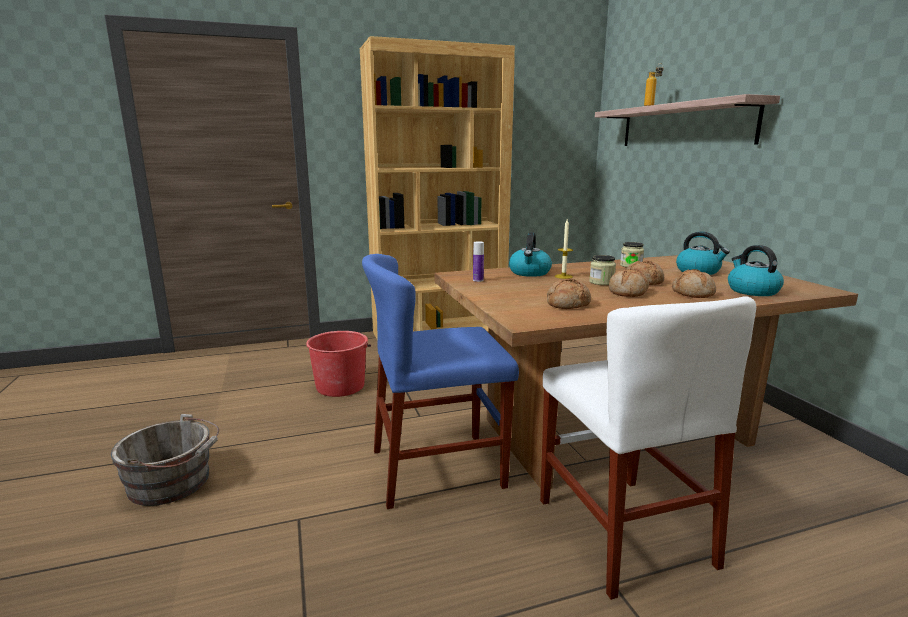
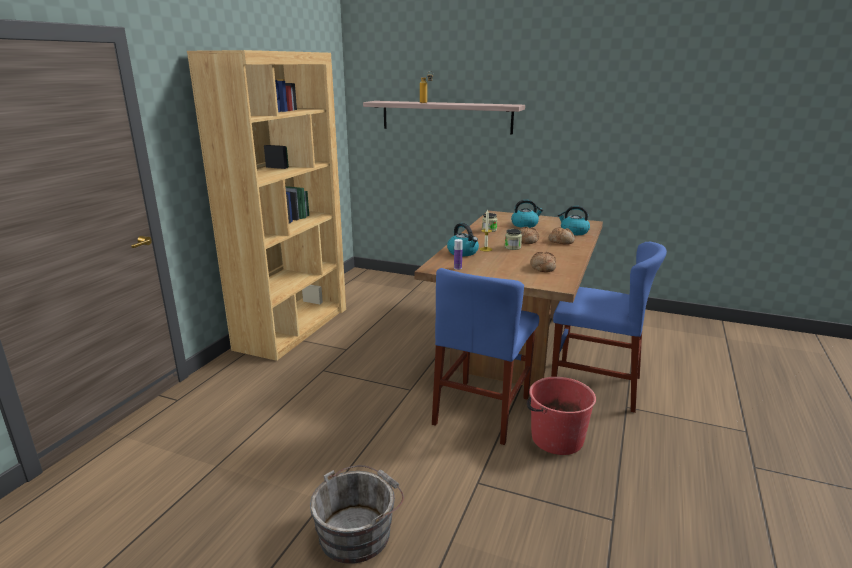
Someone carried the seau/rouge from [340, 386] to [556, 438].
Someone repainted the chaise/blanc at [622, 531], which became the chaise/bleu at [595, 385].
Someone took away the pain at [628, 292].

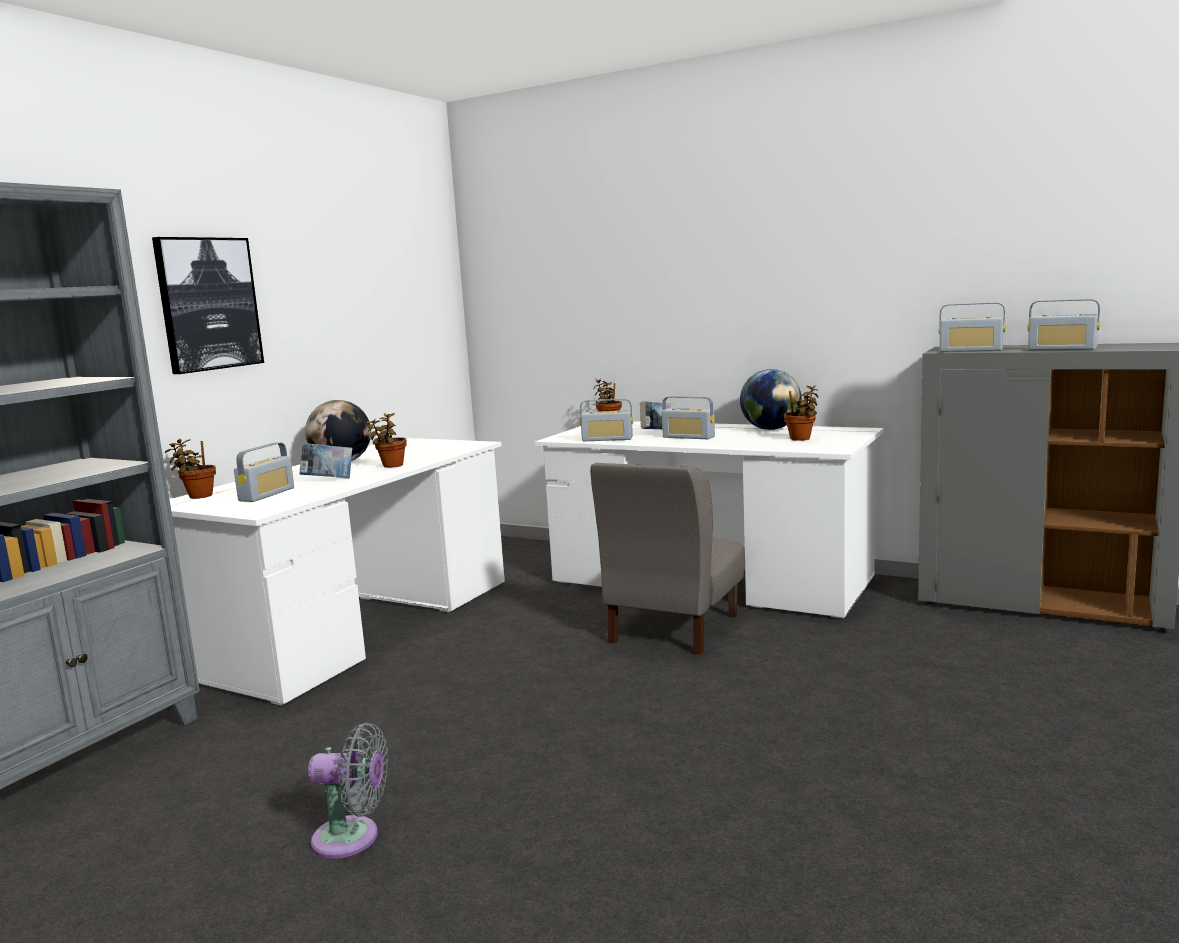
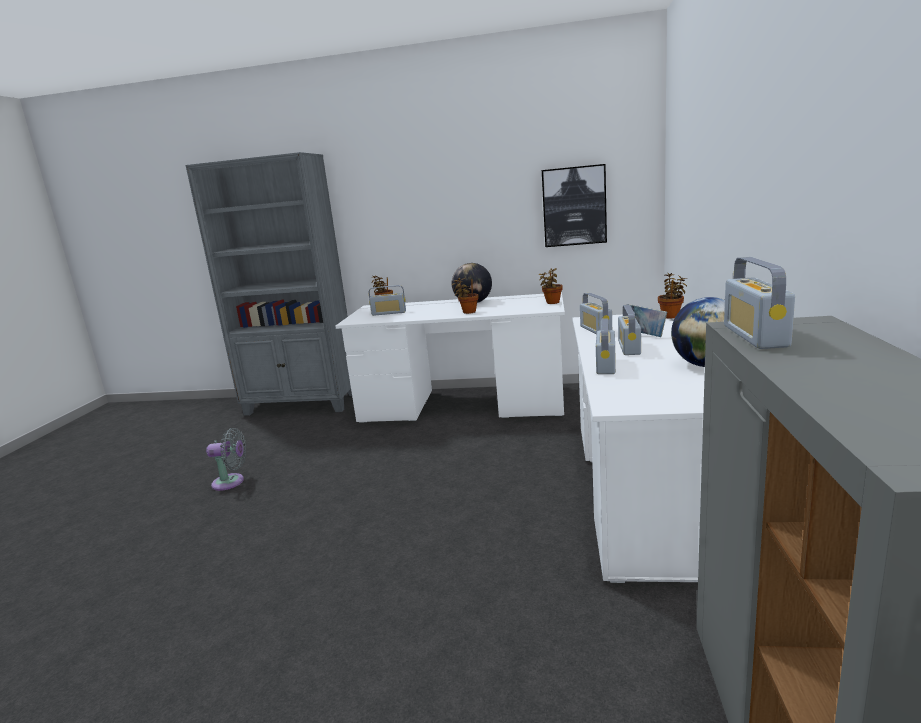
Someone carried the tableau from [208, 304] to [574, 206].
Someone took away the livre at [328, 480].
Someone rotated the ventilateur/gris at [352, 838] by 75 degrees counterclockwise.
Someone took away the chaise/gris at [672, 628].
Someone carried the plante en pot from [801, 439] to [552, 303].
Someone carried the radio from [1062, 349] to [606, 366].

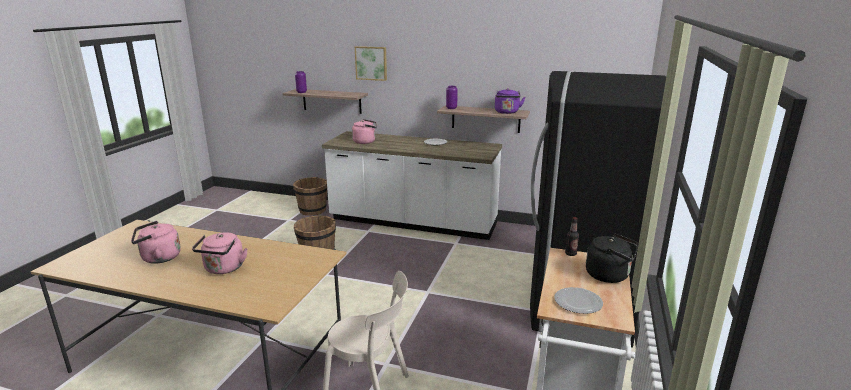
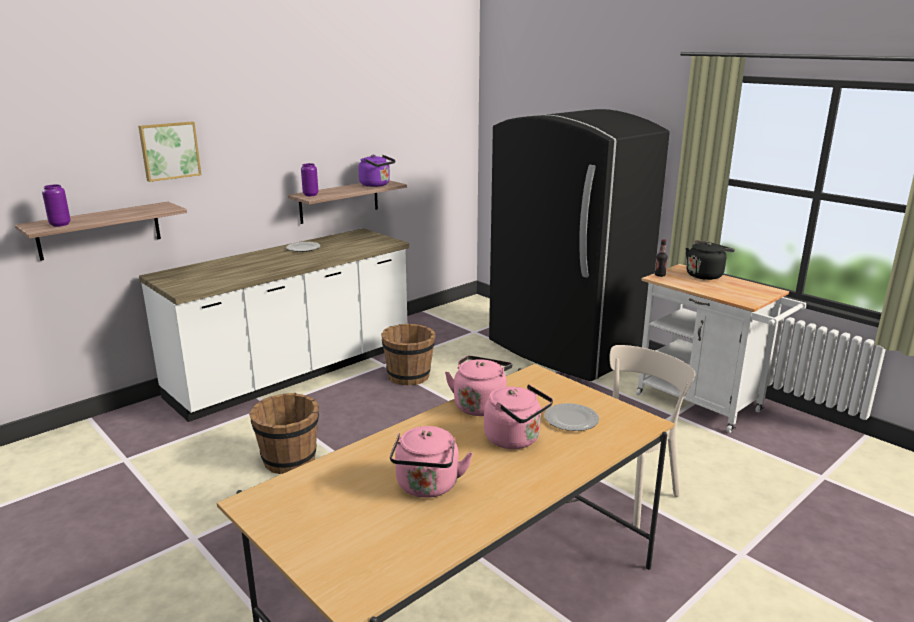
Someone carried the seau/marron from [312, 210] to [409, 376].
Someone carried the bouilloire/rose from [365, 142] to [480, 405].
Someone carried the assiette from [577, 302] to [571, 420].

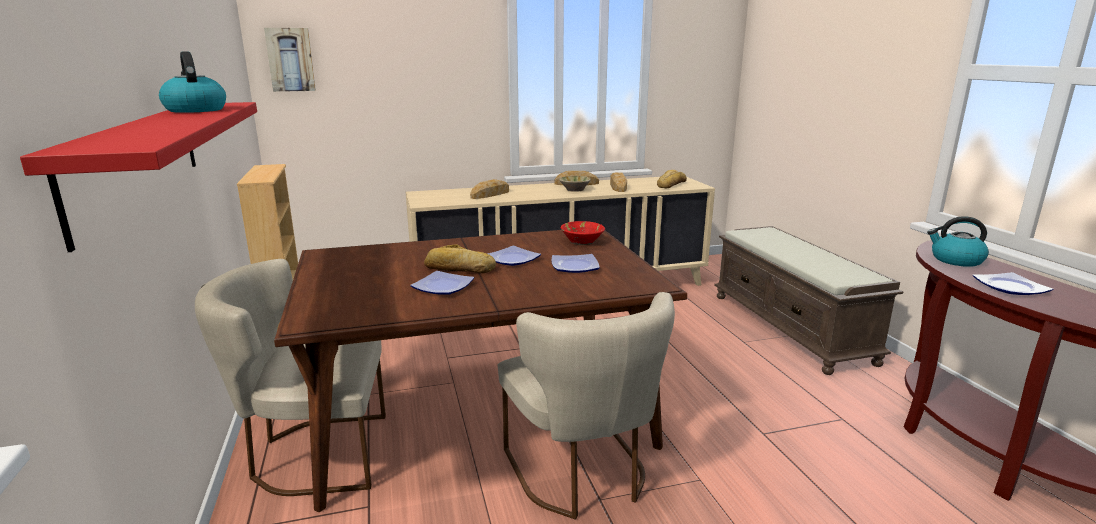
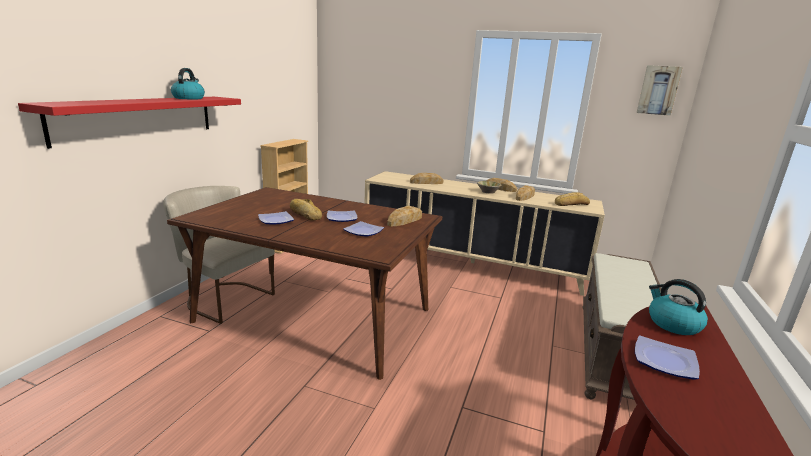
Someone carried the tableau from [290, 59] to [658, 90].
Someone took away the chaise/beige at [583, 475].
Someone swapped the bol/rouge at [582, 242] for the pain at [404, 220].

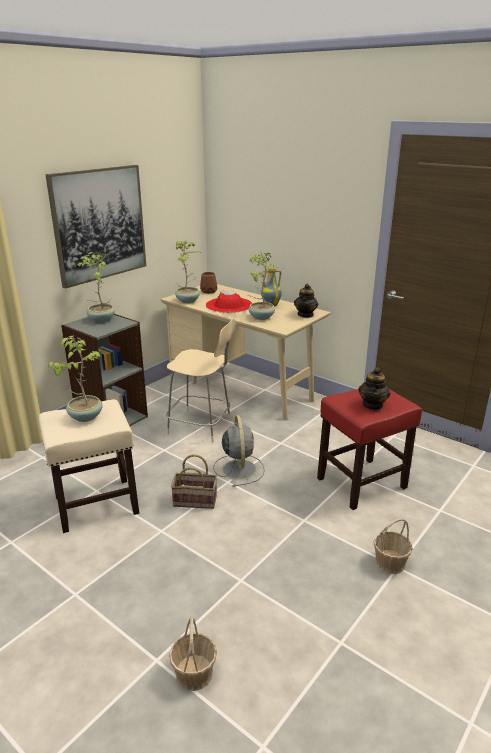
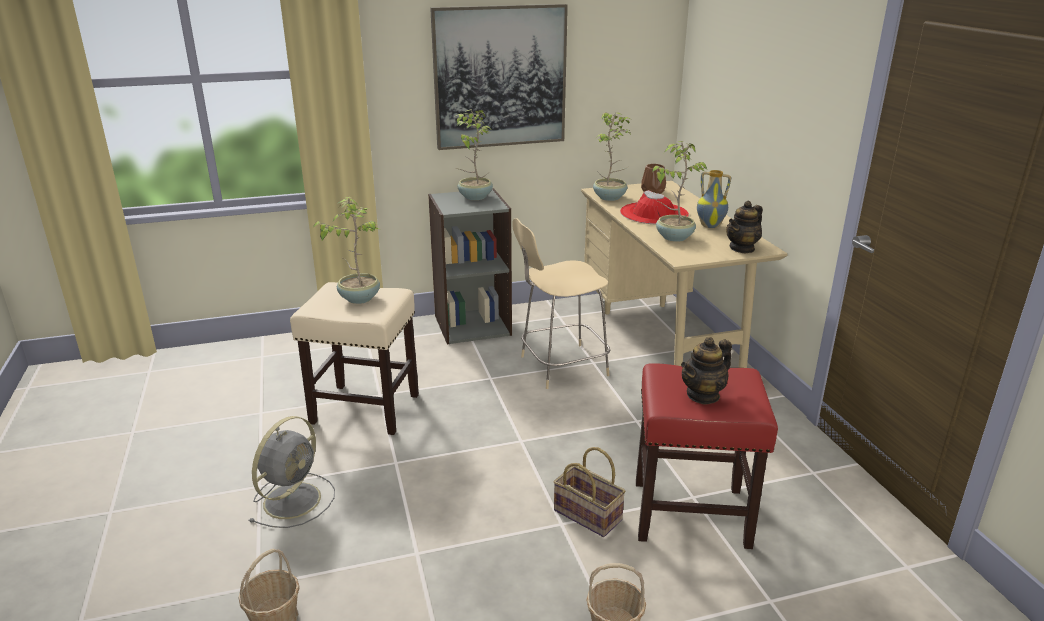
Someone rotated the chaise/beige at [201, 426] by 105 degrees clockwise.
Someone carried the panier from [196, 500] to [589, 515].
Someone carried the ventilateur/gris from [239, 468] to [294, 499].

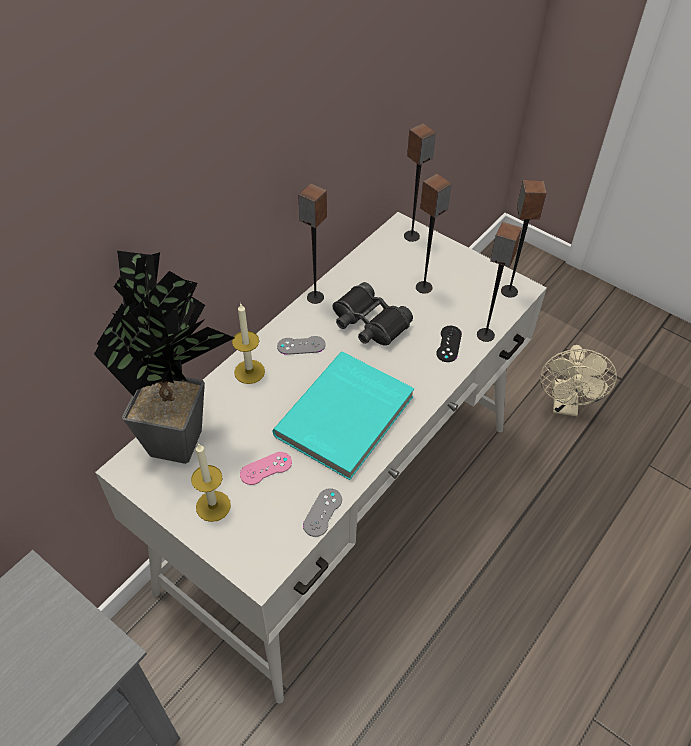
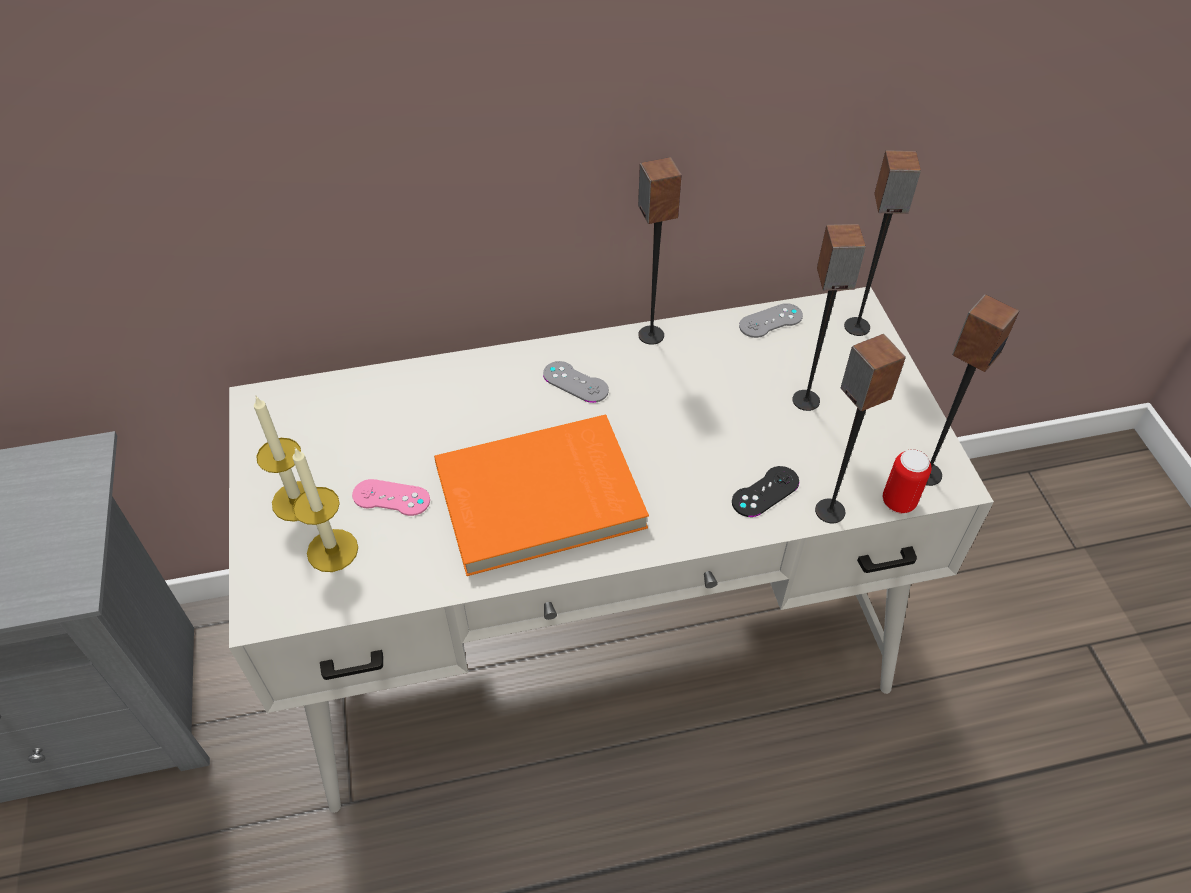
Someone took away the plante en pot at [183, 435].
Someone carried the bougie from [249, 371] to [332, 550].
Someone repainted the livre/turquoise at [347, 417], which became the livre/orange at [541, 500].
Someone carried the manette/gris from [322, 512] to [770, 321].
Someone took away the jumelles/noir at [369, 323].
Someone took away the ventilateur/beige at [565, 405].
Someone put down the boîte métallique at [898, 502].

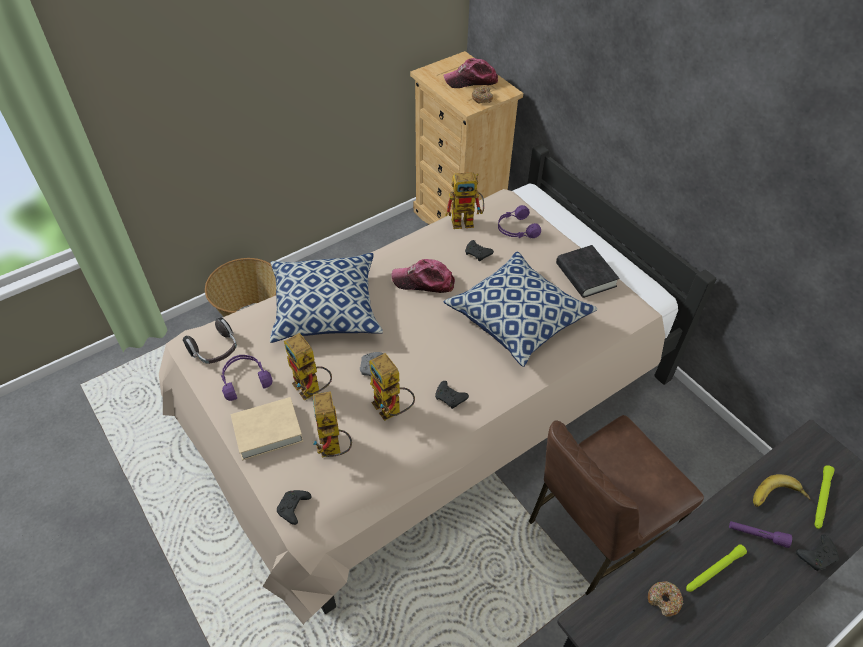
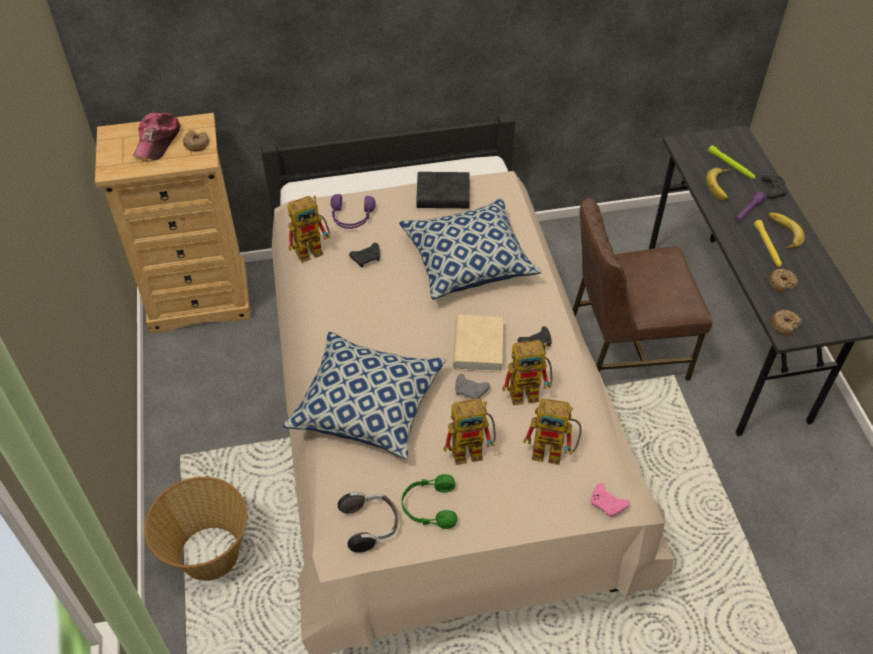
Someone repainted the casque audio/violet at [244, 380], which became the casque audio/vert at [429, 507].
Someone carried the livre/beige from [267, 431] to [478, 347].
Someone repainted the manette/noir at [293, 509], which became the manette/rose at [608, 504].
Someone took away the casquette at [423, 281].
Someone rotated the robot jouet at [467, 221] by 45 degrees clockwise.
Someone rotated the chaise/marron at [596, 530] by 90 degrees clockwise.
Someone repainted the lampe de poche/vert at [713, 571], which became the lampe de poche/jaune at [767, 247].
Someone put down the banane at [781, 233].
Someone put down the beignet at [784, 325].

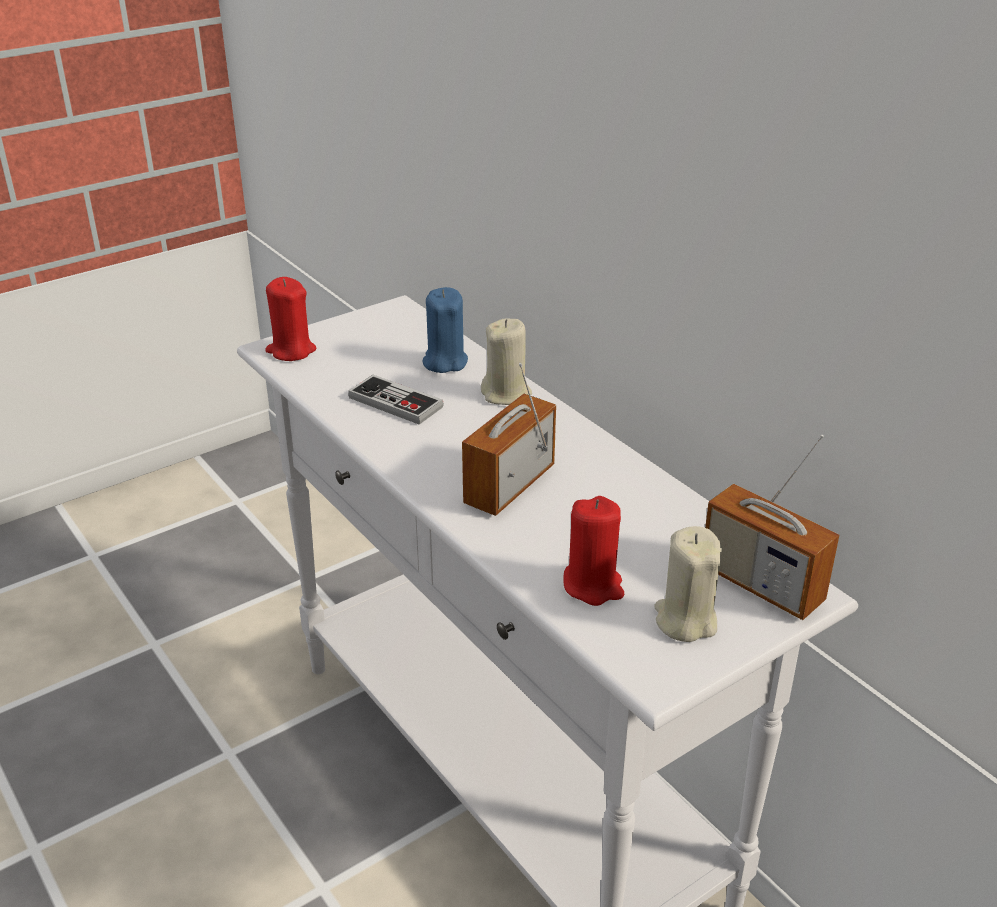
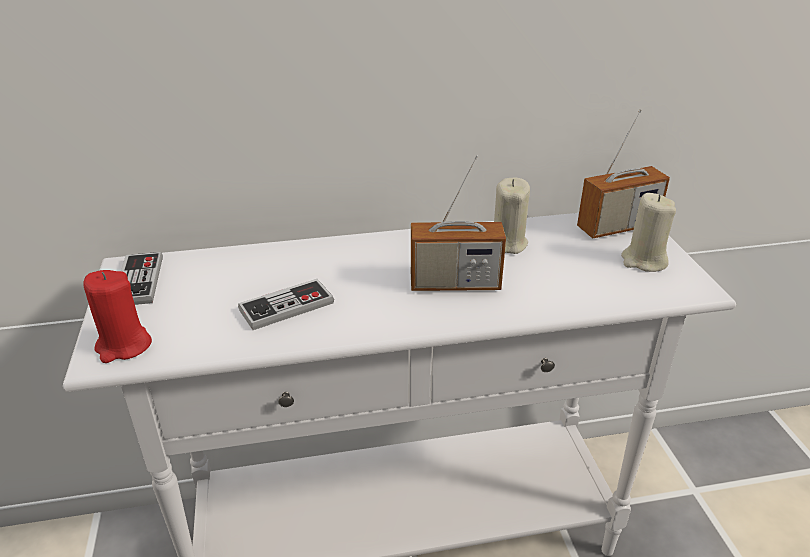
Someone took away the bougie/bleu at [444, 362].
Someone rotated the radio at [509, 485] by 60 degrees counterclockwise.
Someone carried the bougie/beige from [506, 394] to [506, 243].
Someone took away the bougie/rouge at [593, 585].
Someone put down the manette at [139, 281].

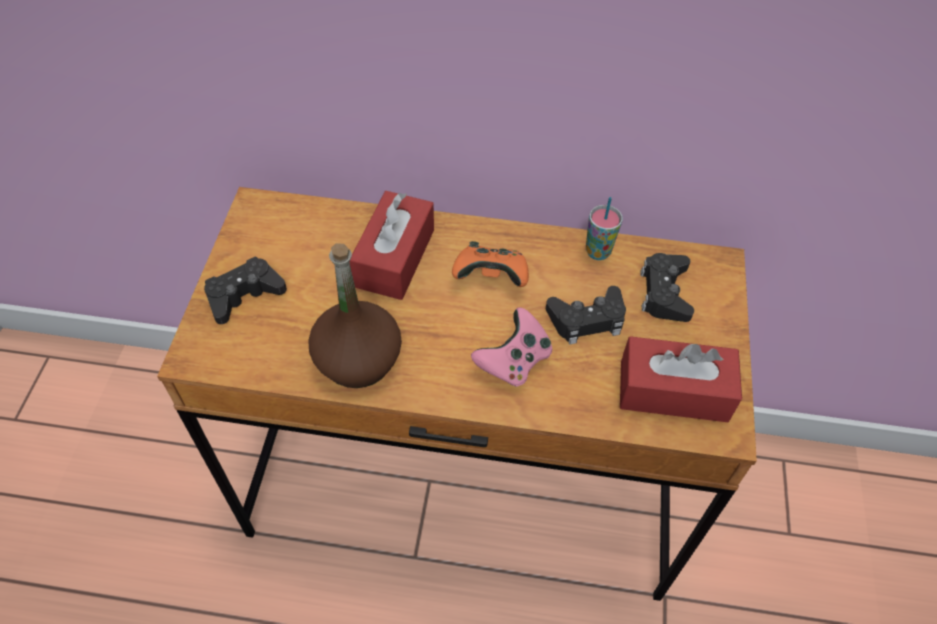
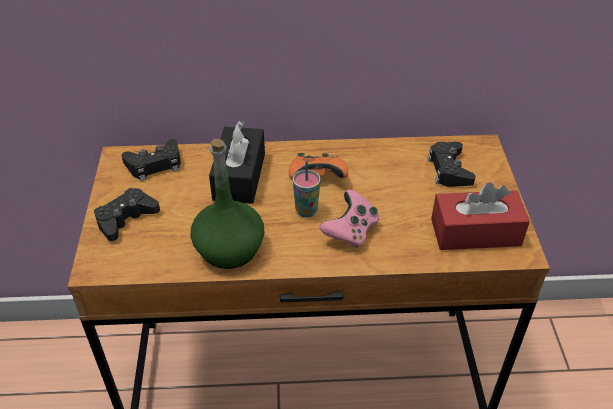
Someone repainted the bouteille/marron at [358, 359], which became the bouteille/vert at [229, 249].
Someone repainted the boîte à mouchoirs/rouge at [394, 258], which became the boîte à mouchoirs/noir at [239, 176].
Someone carried the manette/noir from [587, 320] to [155, 165].
Someone carried the tasse from [598, 252] to [306, 211].

